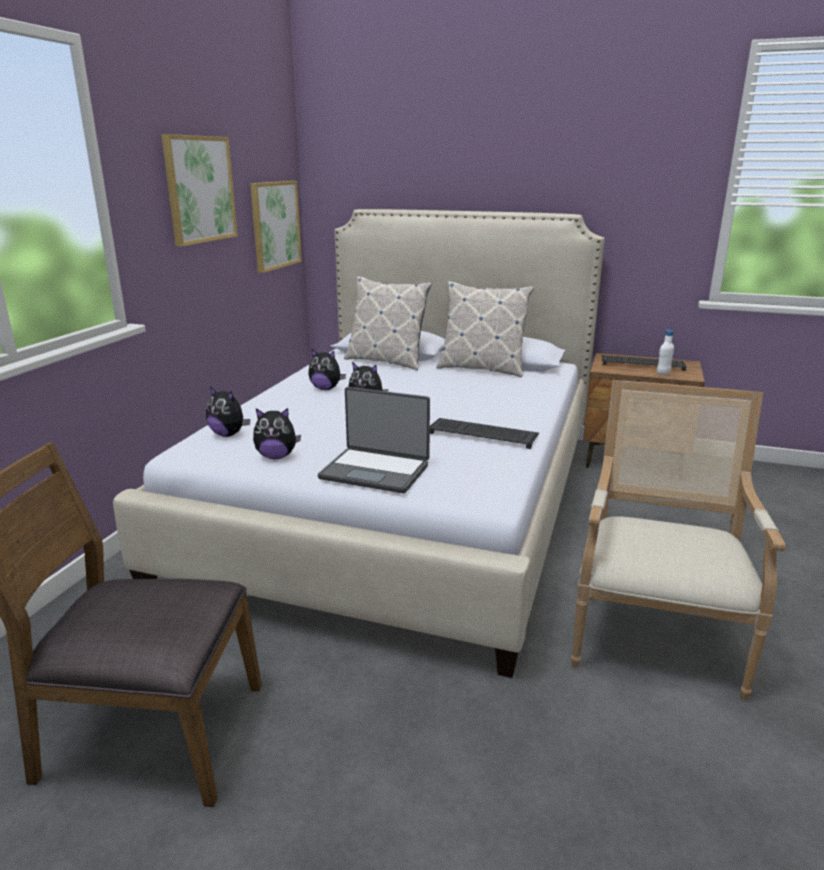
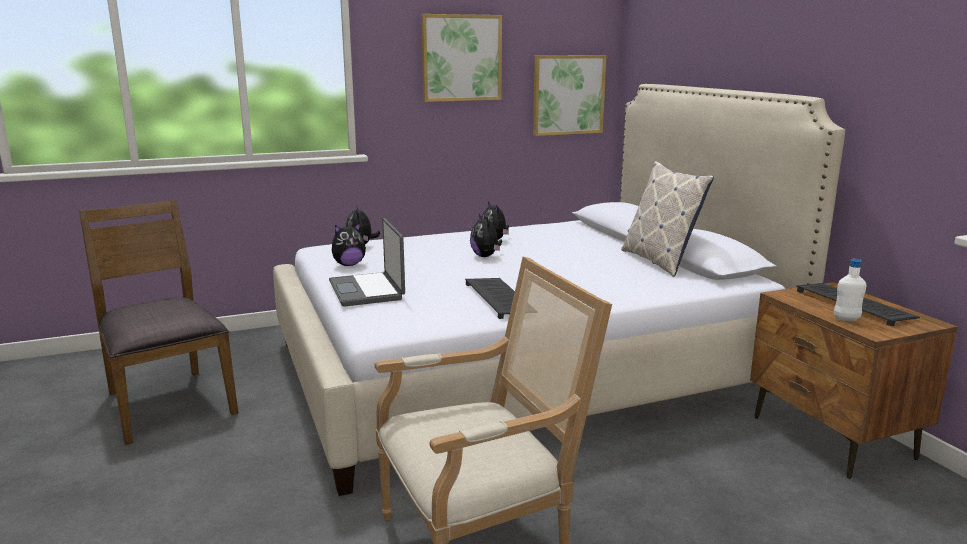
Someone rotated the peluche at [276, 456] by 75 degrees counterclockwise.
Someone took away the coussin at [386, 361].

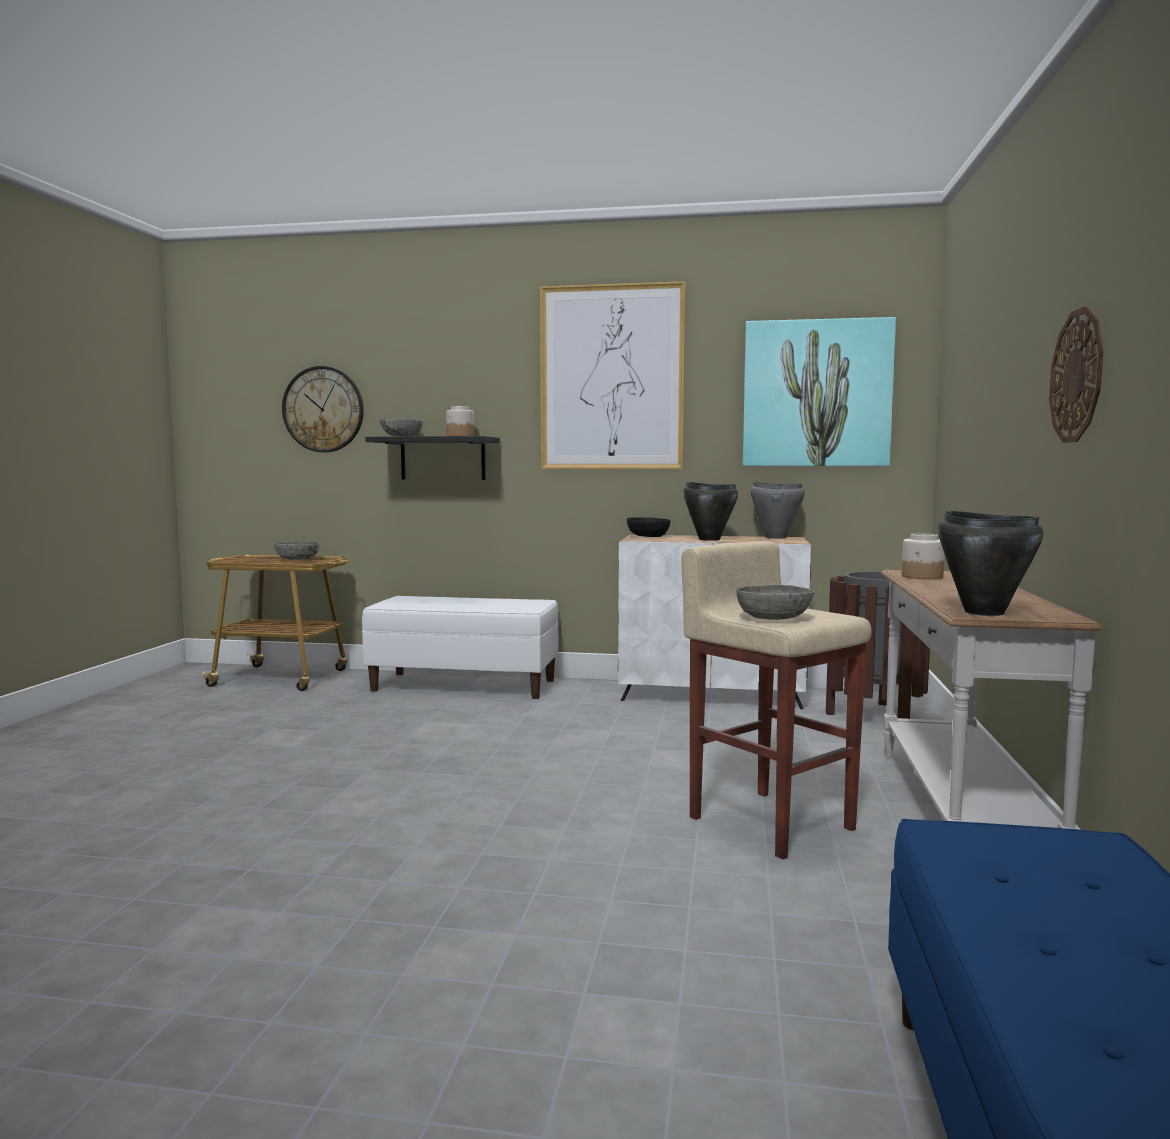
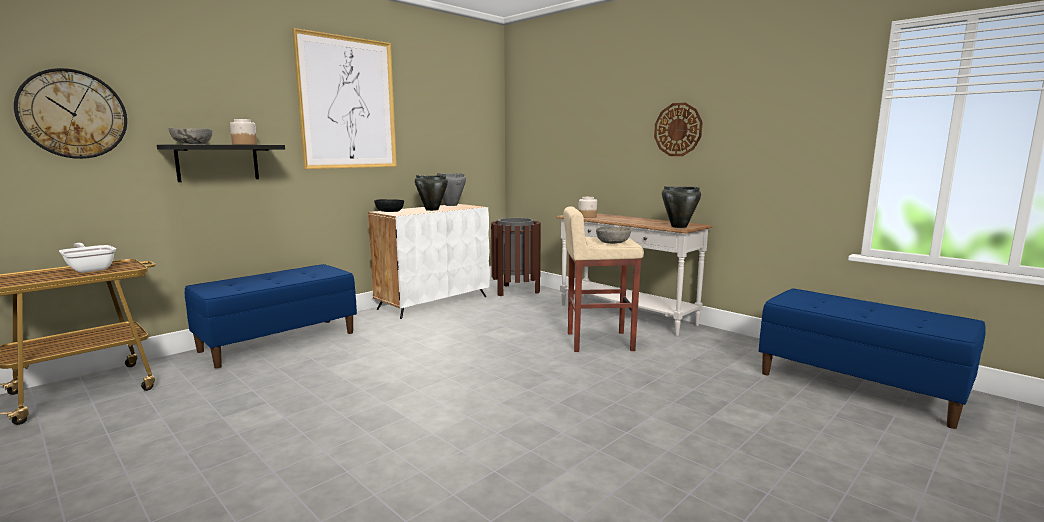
Someone swapped the bol/gris at [297, 559] for the poêle at [90, 269].
Someone repainted the banc/blanc at [465, 685], which became the banc/bleu at [279, 341].
Someone took away the tableau at [816, 394].

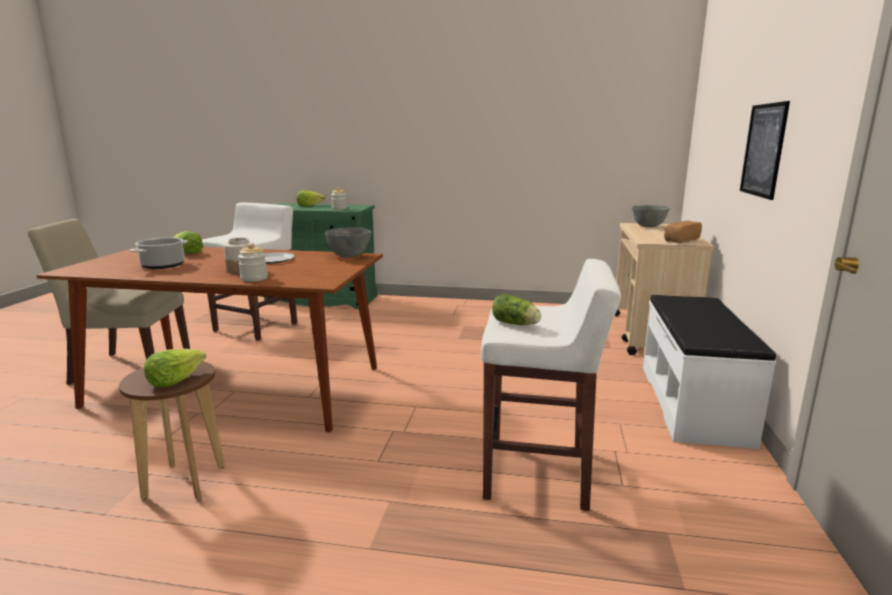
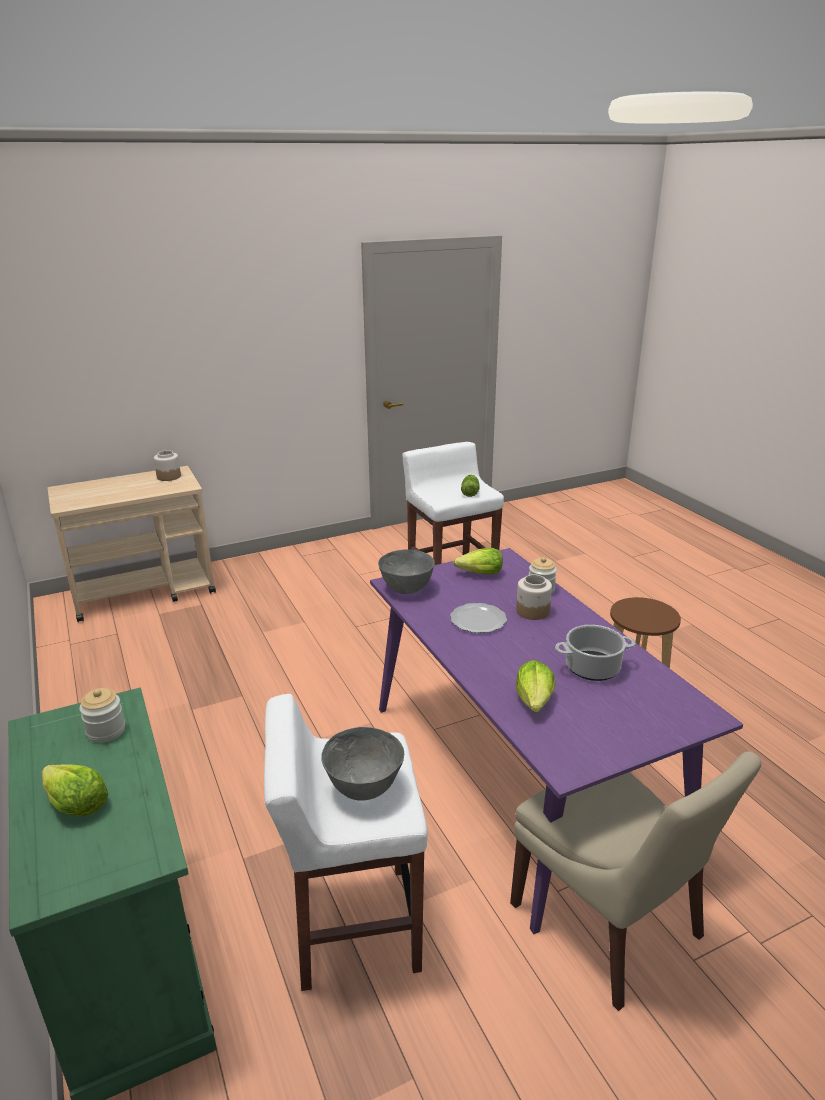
Someone repainted the table à manger/marron at [239, 386], which became the table à manger/violet at [517, 774].
Someone carried the laitue from [175, 380] to [480, 574].
Someone carried the bol/gris from [648, 226] to [363, 788].
Someone took away the banc/blanc at [693, 403].
Someone swapped the pain at [680, 240] for the bocal at [168, 476].
Someone took away the tableau at [763, 150].

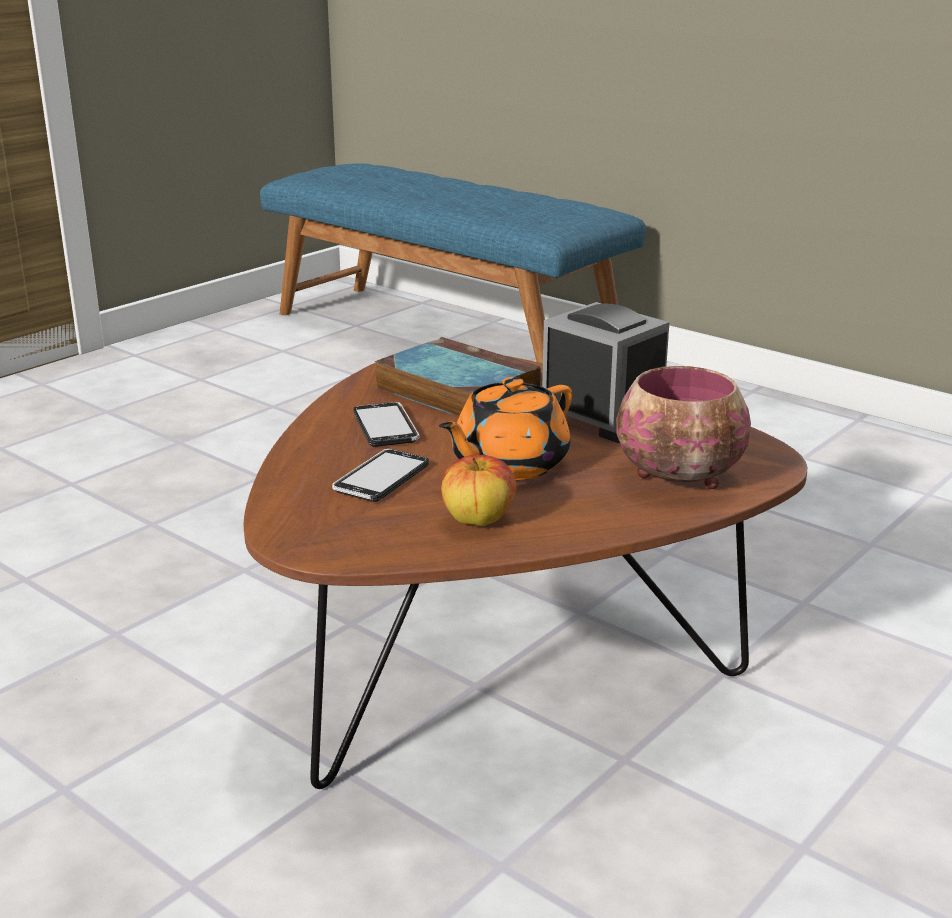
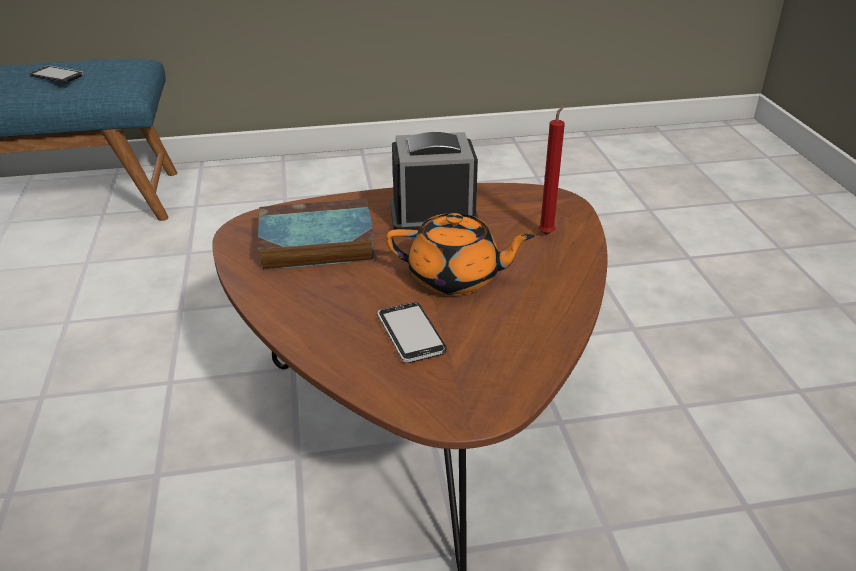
Someone carried the téléphone from [385, 427] to [57, 76].
Someone rotated the théière/orange at [508, 464] by 75 degrees counterclockwise.
Someone took away the pomme at [479, 520].
Someone swapped the bol at [682, 478] for the bougie/rouge at [547, 233].

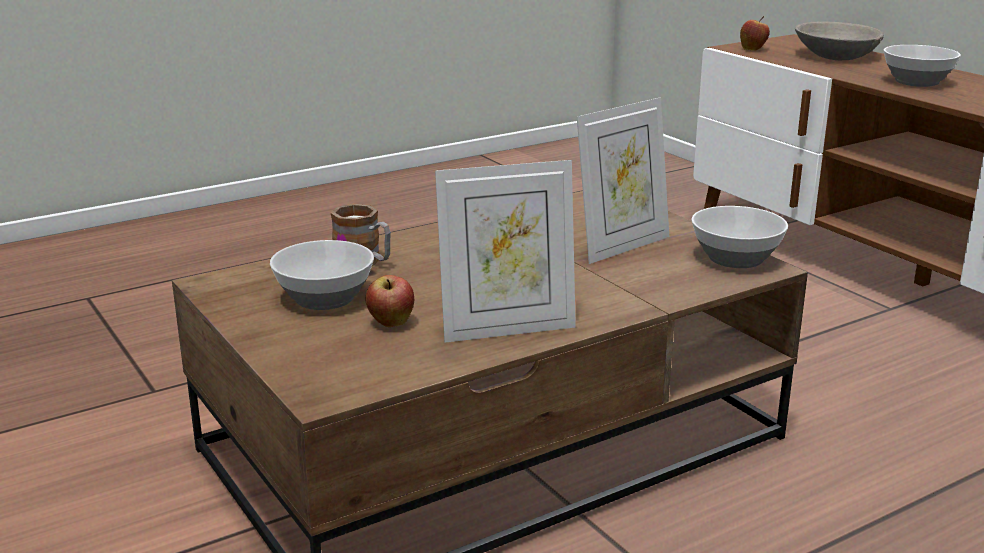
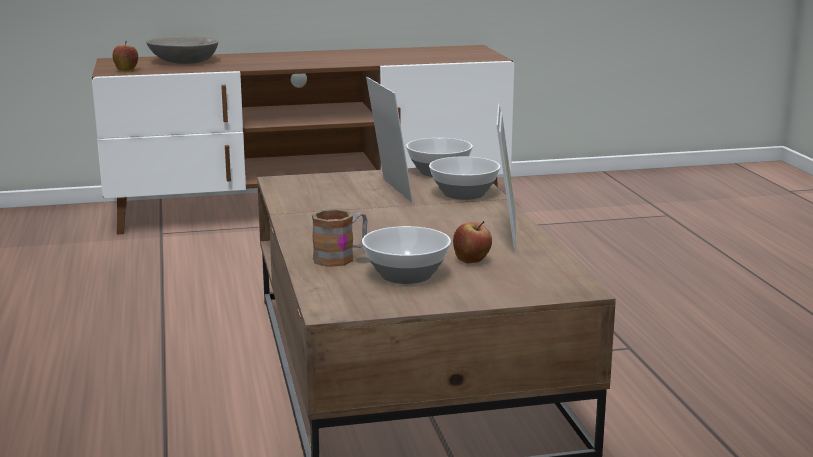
Someone carried the bol from [915, 82] to [463, 194].

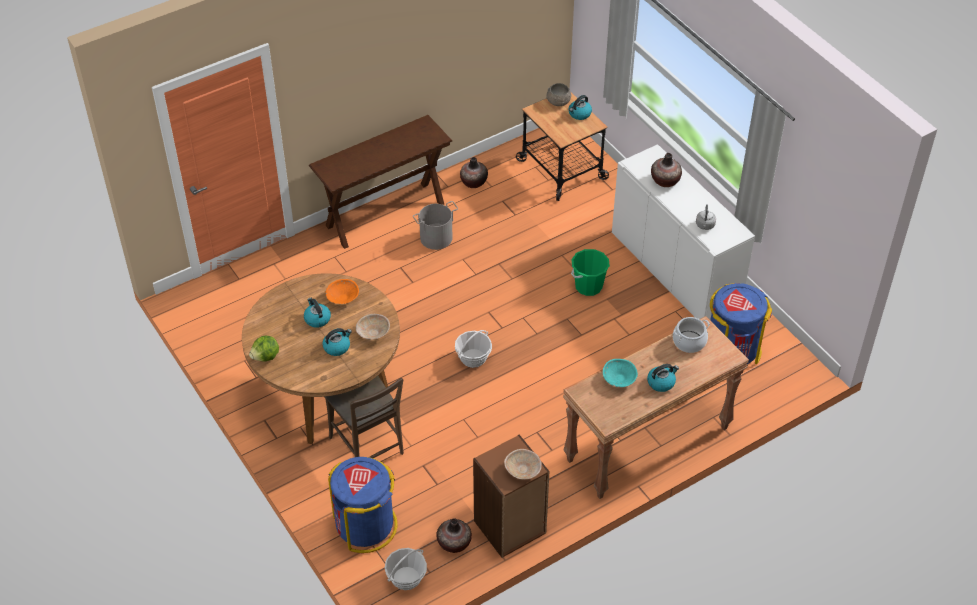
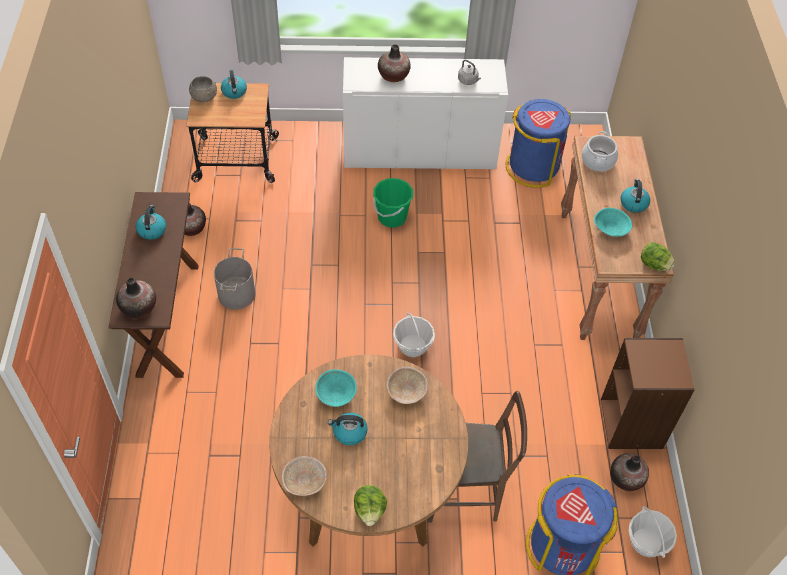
Someone carried the bouilloire from [337, 347] to [152, 230].
Someone repainted the bol/orange at [342, 297], which became the bol/turquoise at [336, 394].
Someone carried the bol/beige from [523, 470] to [305, 481].
Someone put down the vase at [139, 308].
Someone put down the laitue at [654, 265].

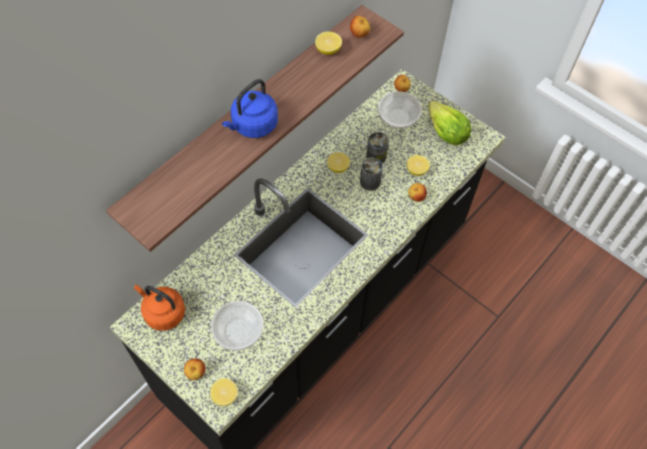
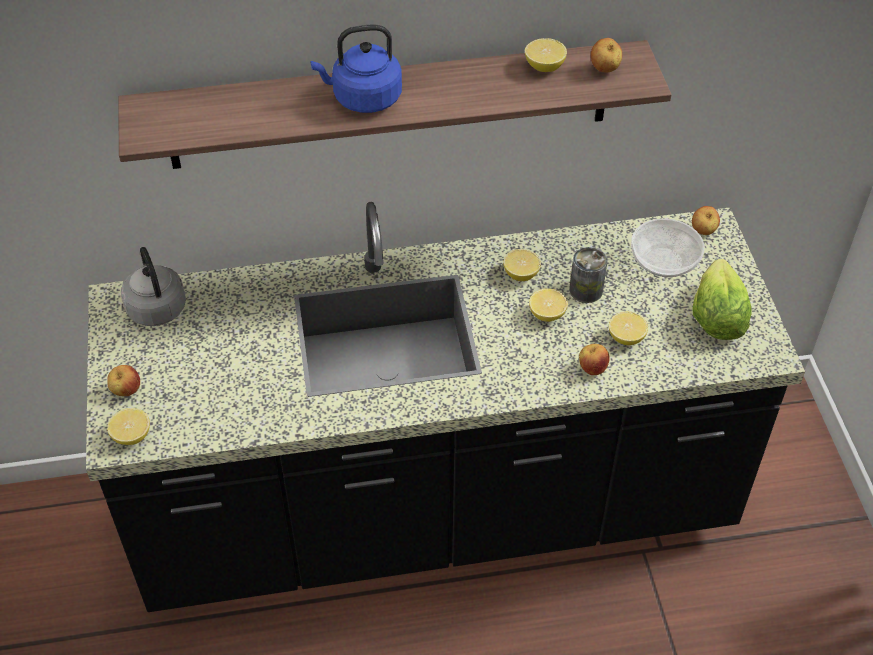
Someone repainted the bouilloire/orange at [163, 313], which became the bouilloire/gris at [156, 306].
Someone took away the bol at [238, 331].
Someone swapped the boîte métallique at [370, 182] for the citron at [547, 314].

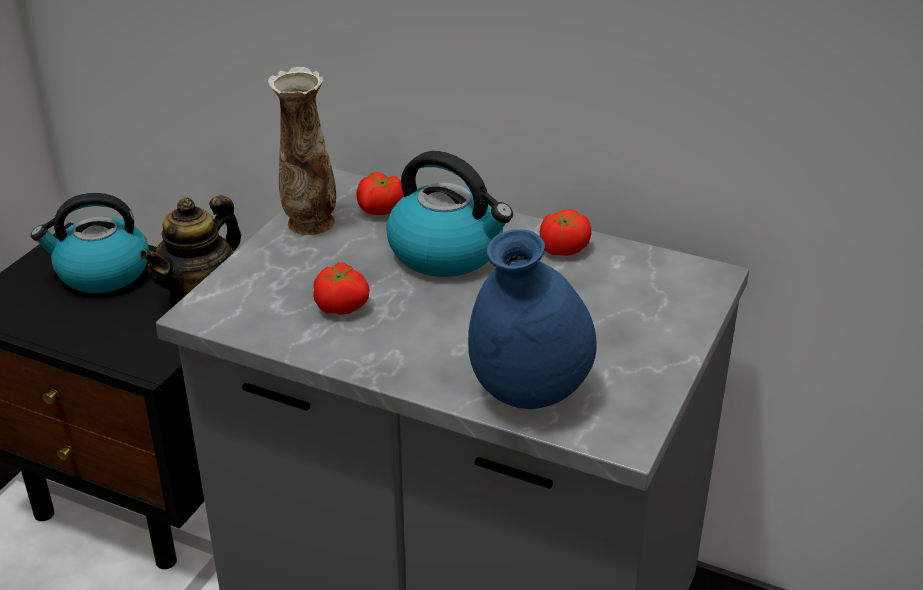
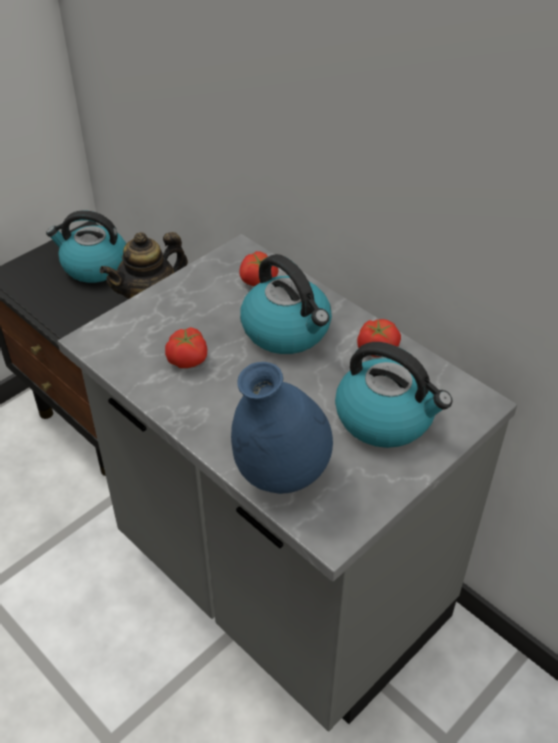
Someone took away the vase at [309, 223].
Someone put down the bouilloire at [386, 418].

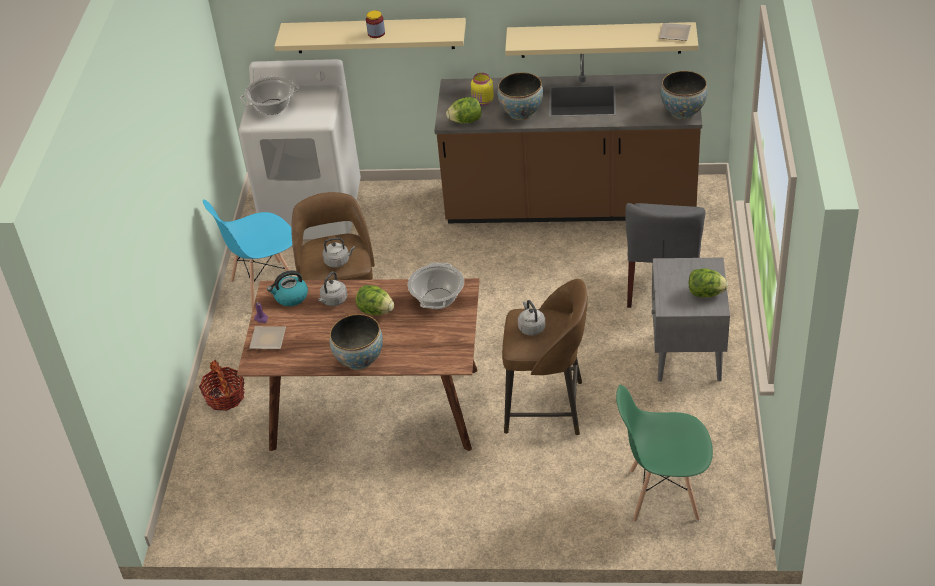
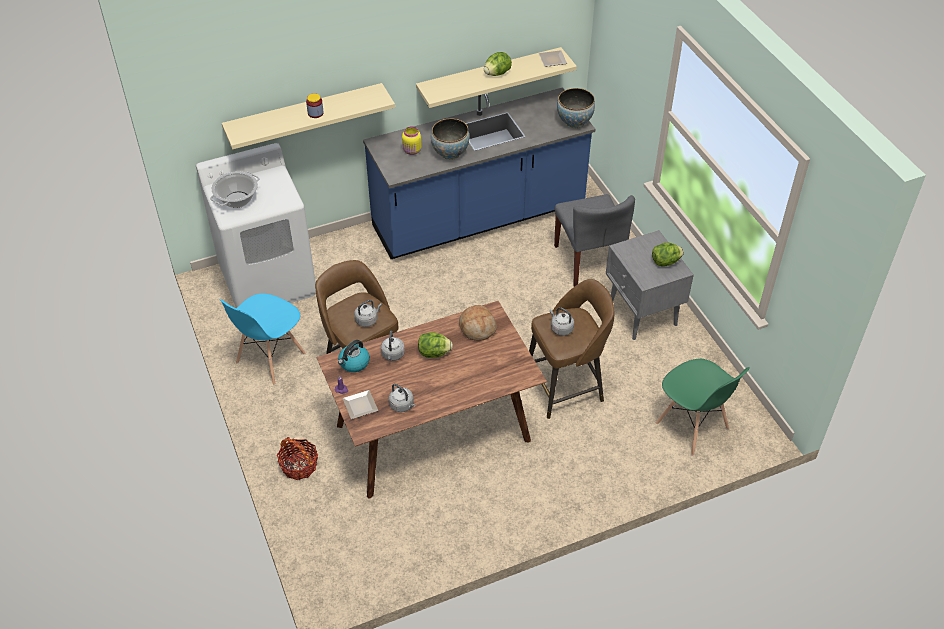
Someone took away the bol at [359, 360].
Someone swapped the marmite at [437, 299] for the pain at [477, 327].
Someone repainted the comptoir de cuisine/marron at [570, 206], which became the comptoir de cuisine/bleu at [479, 218].
Someone carried the laitue from [465, 121] to [497, 73].
Someone rotated the chaise/vert at [663, 495] by 105 degrees counterclockwise.
Someone put down the bouilloire/gris at [402, 405].

